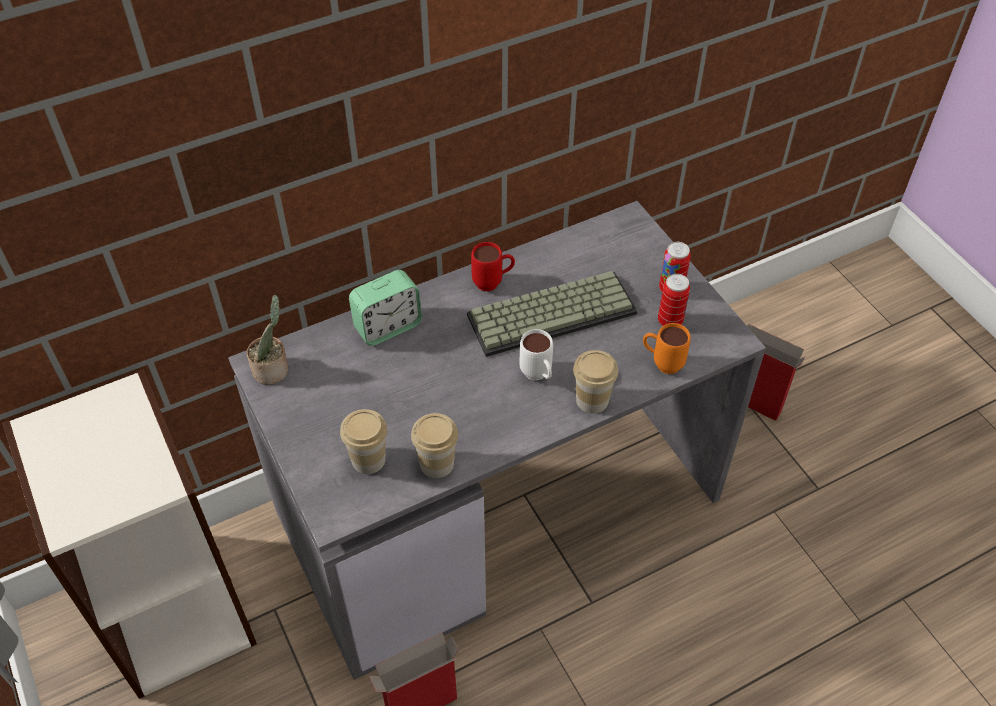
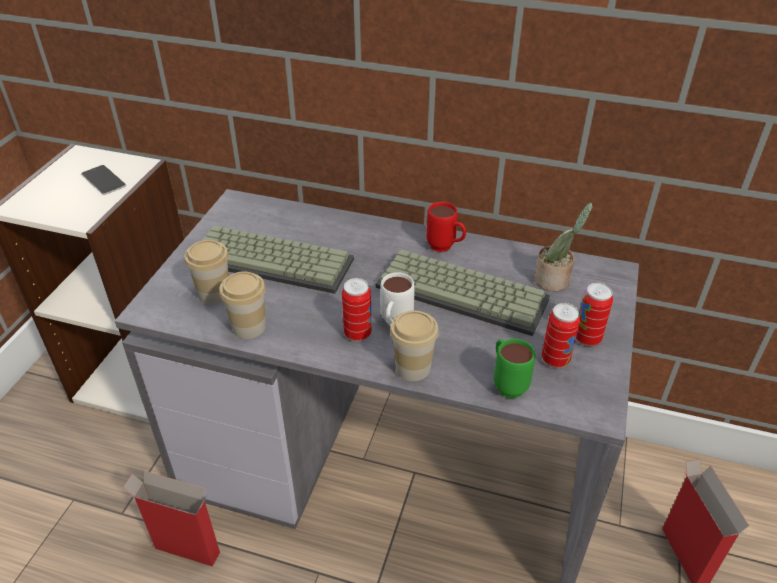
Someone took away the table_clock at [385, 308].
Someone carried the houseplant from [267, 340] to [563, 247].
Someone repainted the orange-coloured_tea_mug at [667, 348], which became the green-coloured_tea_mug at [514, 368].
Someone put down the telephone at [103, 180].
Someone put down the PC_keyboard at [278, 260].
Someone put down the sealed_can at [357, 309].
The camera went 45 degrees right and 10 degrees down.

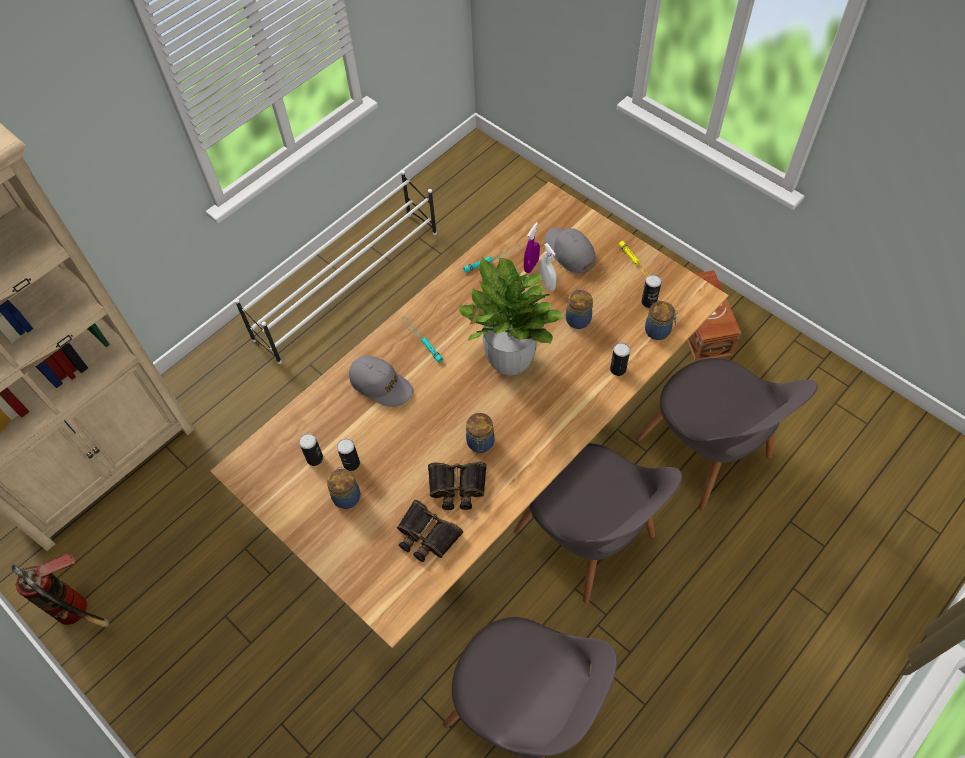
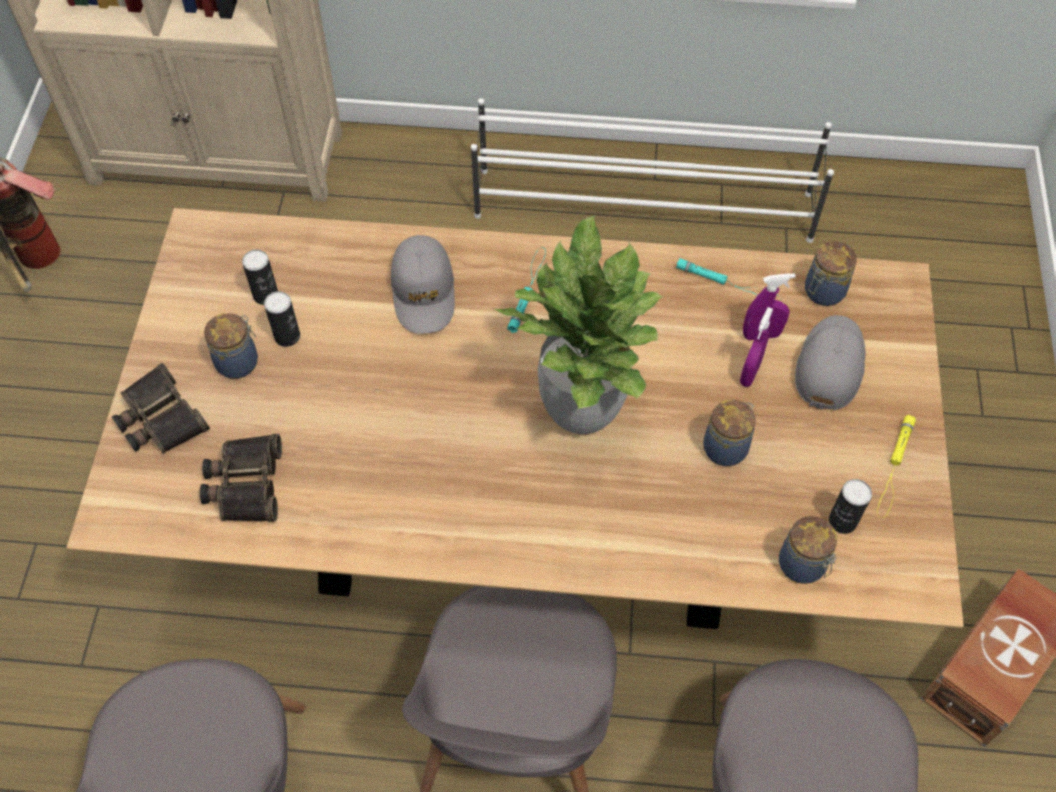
Someone repainted the white_spray_bottle at [548, 267], which became the purple_spray_bottle at [756, 347].
Someone took away the sealed_can at [620, 359].
Someone carried the jar from [480, 433] to [831, 273].
Someone carried the pair_of_binoculars from [457, 486] to [161, 408].
The camera went 50 degrees right and 0 degrees up.

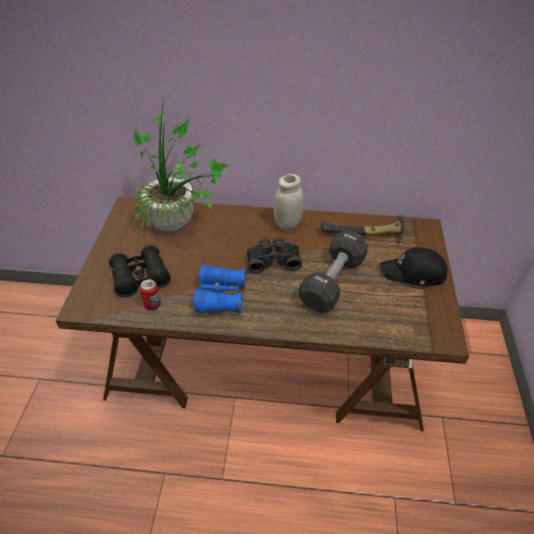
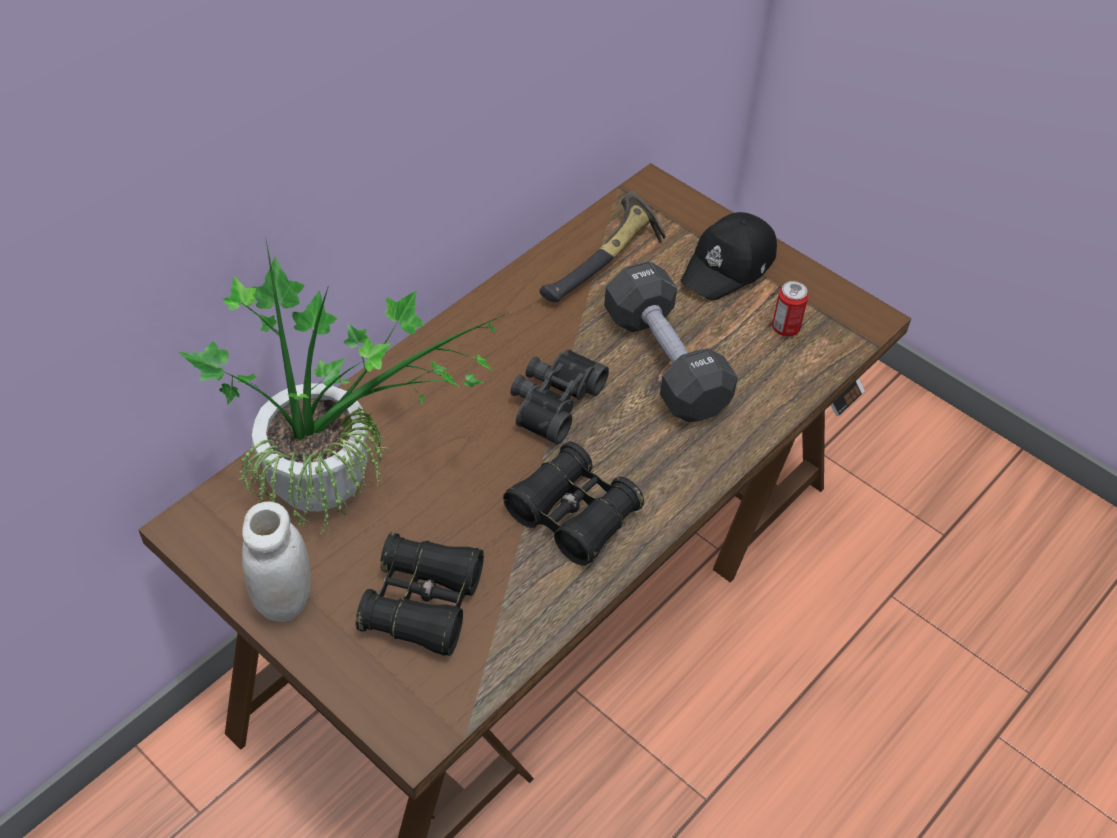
Someone carried the white_jar from [289, 202] to [276, 561].
Someone repainted the blue_pair_of_binoculars at [220, 289], which became the black_pair_of_binoculars at [573, 503].
Someone carried the sealed_can from [150, 294] to [790, 309].
The camera went 55 degrees left and 5 degrees up.

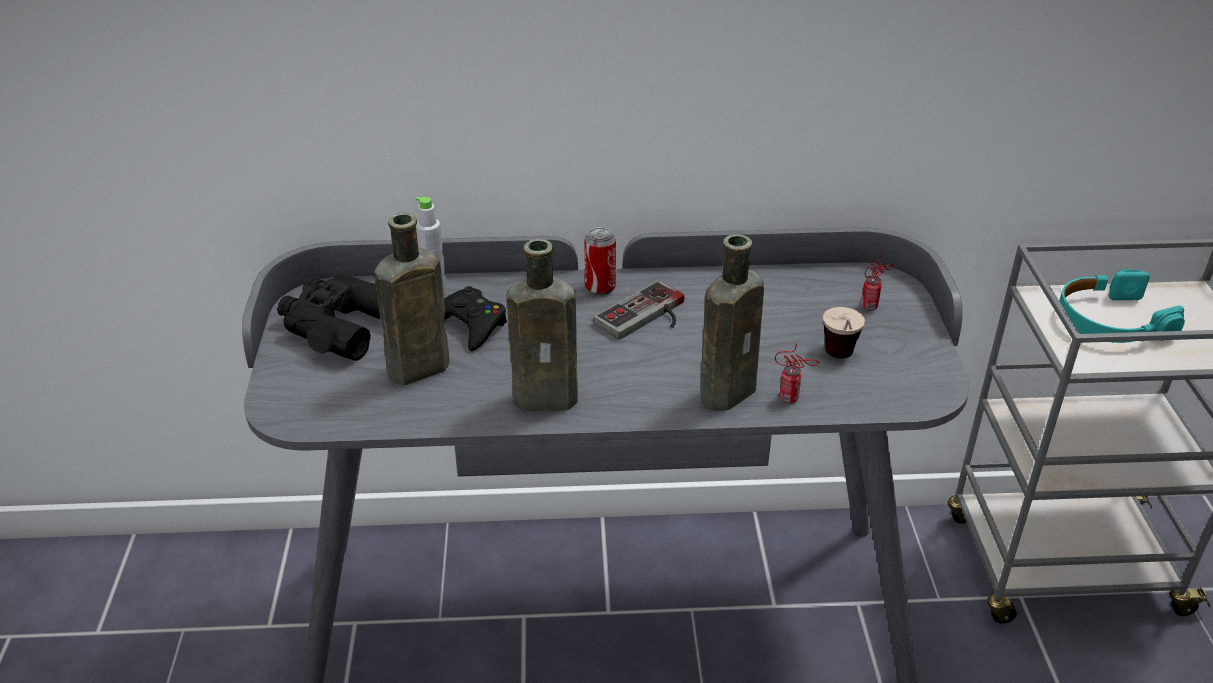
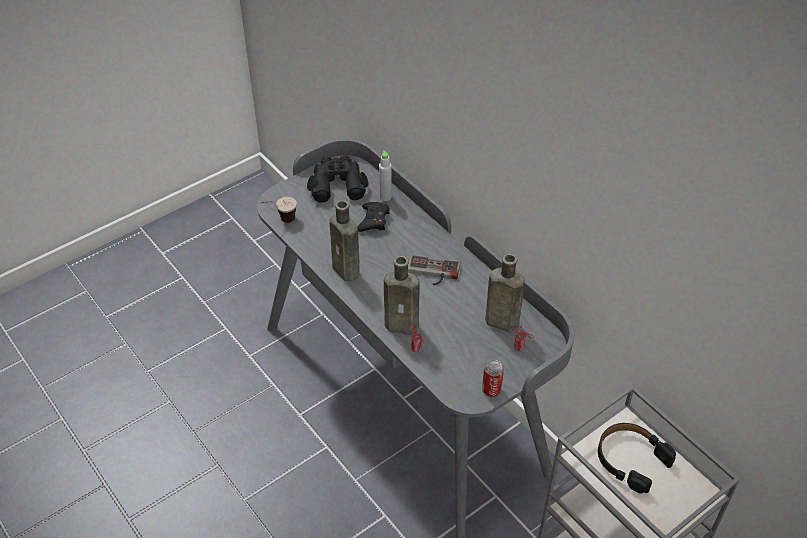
Someone carried the brownish_bottle from [411, 298] to [505, 292].
Someone carried the sealed_can from [600, 261] to [493, 378].
Someone repainted the turquoise-coloured_headset at [1122, 306], which became the black_headset at [637, 458].
Someone carried the drinking_cup from [844, 333] to [278, 210].
The camera went 55 degrees right and 10 degrees up.

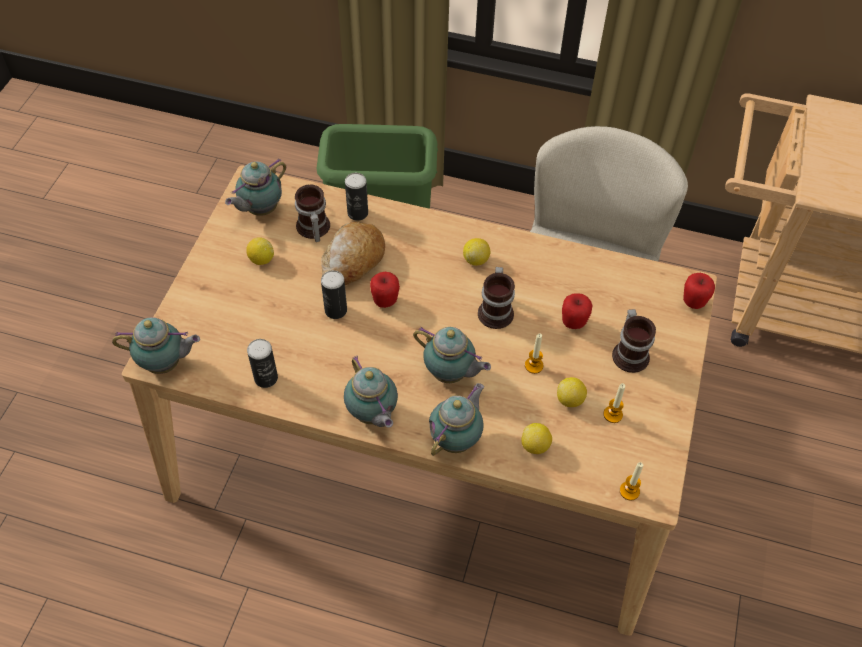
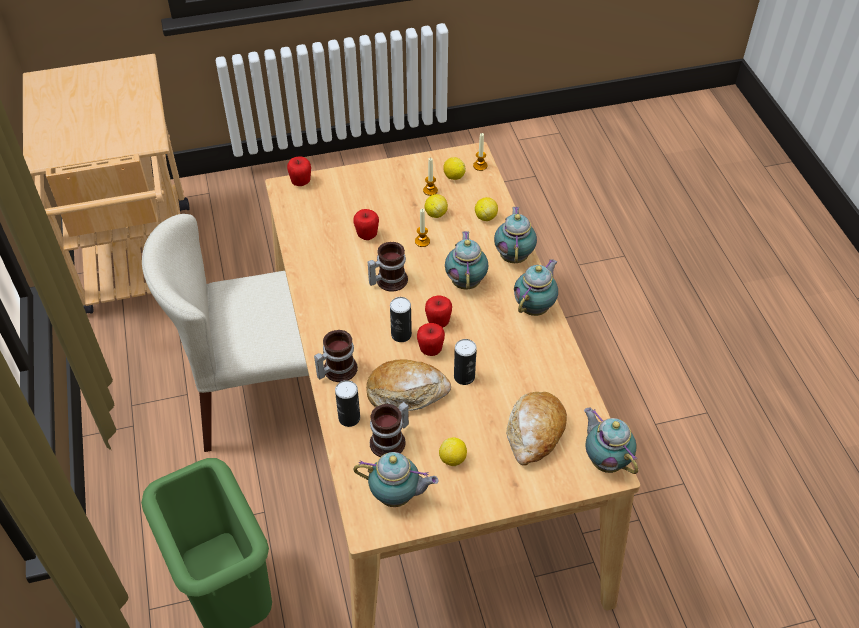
Someone carried the citrus_fruit from [476, 252] to [454, 168].
Someone carried the tea_mug from [634, 341] to [336, 356].
Someone carried the sealed_can from [262, 363] to [401, 319].
Someone rotated the pot_for_tea at [456, 419] by 90 degrees clockwise.
Someone put down the apple_fruit at [438, 311].
Someone put down the bakery_bread at [537, 428].
The camera went 120 degrees left and 5 degrees down.

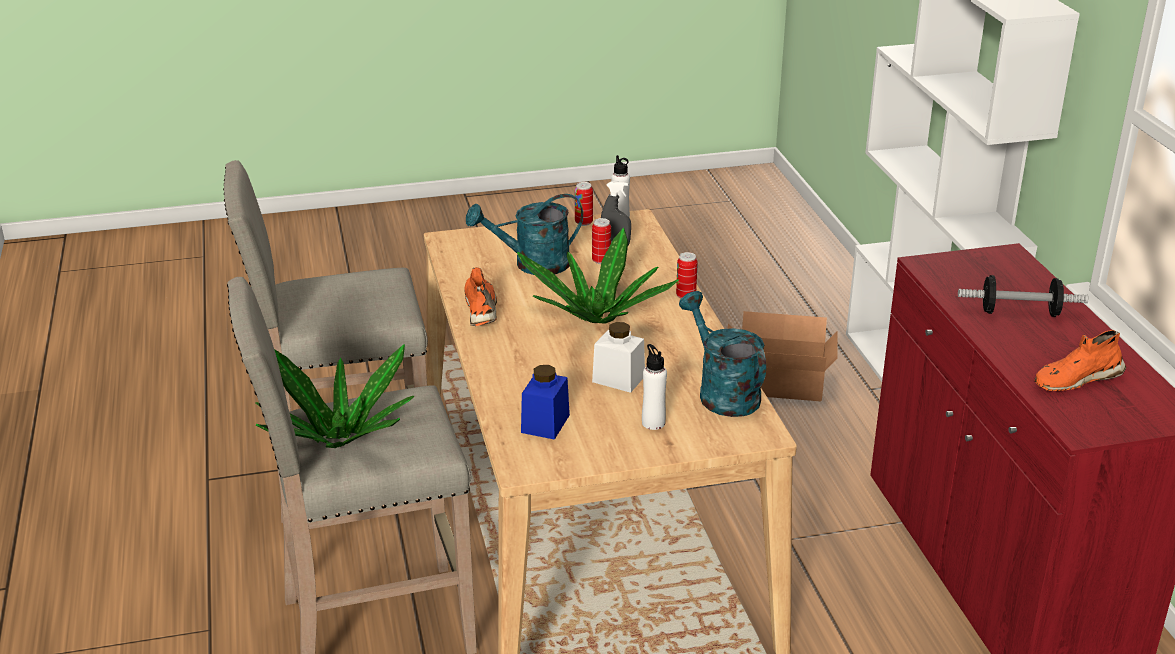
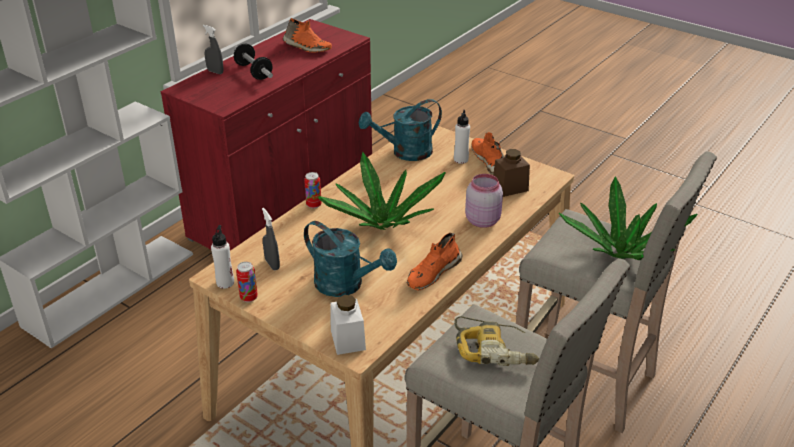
Someone took away the sealed_can at [601, 241].
Someone rotated the turquoise-coloured_watering_can at [722, 354] by 45 degrees clockwise.
Someone took away the carton at [782, 356].
Someone carried the white_jar from [618, 357] to [348, 325].
Someone repainted the blue_jar at [545, 402], which became the brownish_jar at [511, 173].
Someone put down the grey_spray_bottle at [213, 49].
Someone put down the orange-coloured_low_shoe at [488, 153].
Someone put down the pinkish_jar at [484, 201].
Someone put down the power_drill at [496, 341].
The camera went 130 degrees left and 5 degrees up.

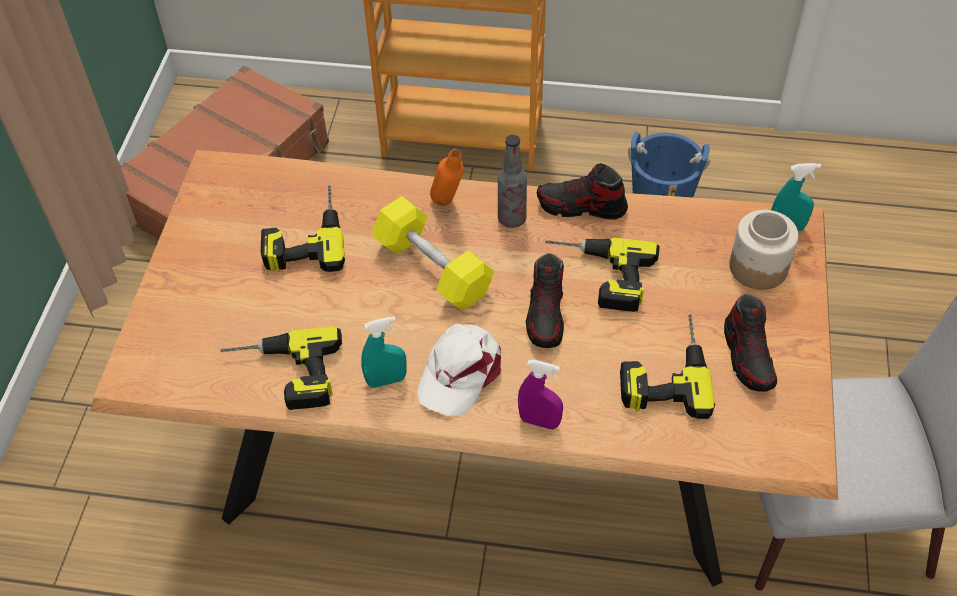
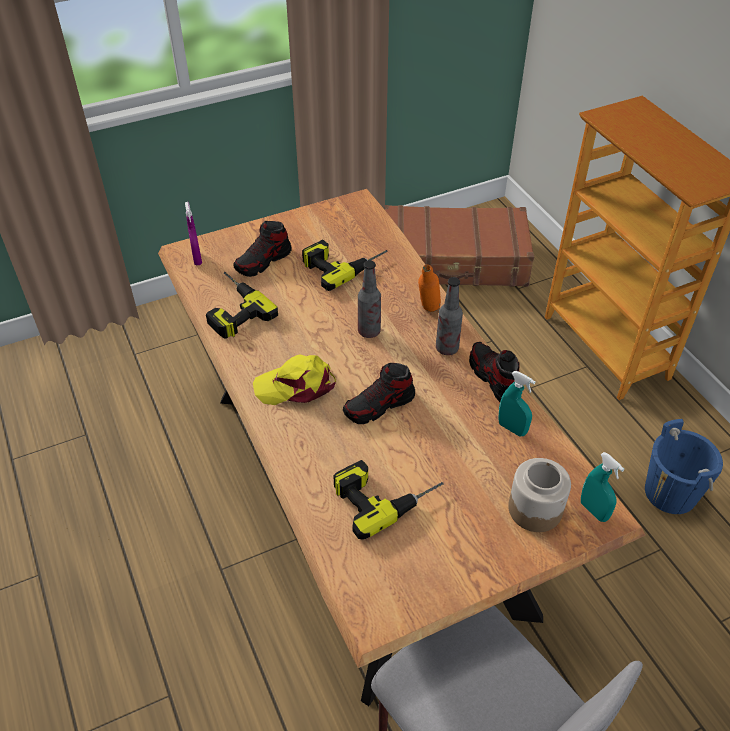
Someone swapped the yellow-coloured_hand_weight at [432, 253] for the bottle at [369, 299].
Someone took away the power_drill at [602, 275].
Someone carried the low_shoe from [750, 343] to [262, 249].
Someone carried the turquoise-coloured_spray_bottle from [384, 352] to [517, 403].
Someone repainted the white_cap at [459, 370], which became the yellow-coloured_cap at [294, 379].
Someone carried the purple_spray_bottle from [540, 395] to [193, 233].
The camera went 55 degrees right and 5 degrees down.

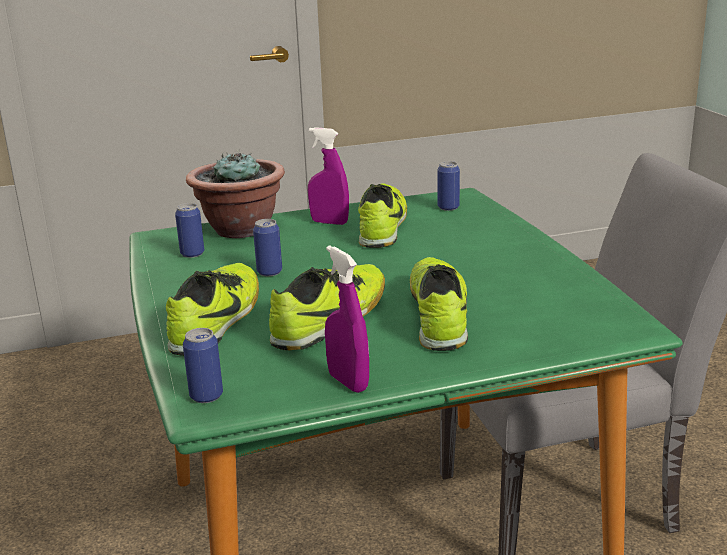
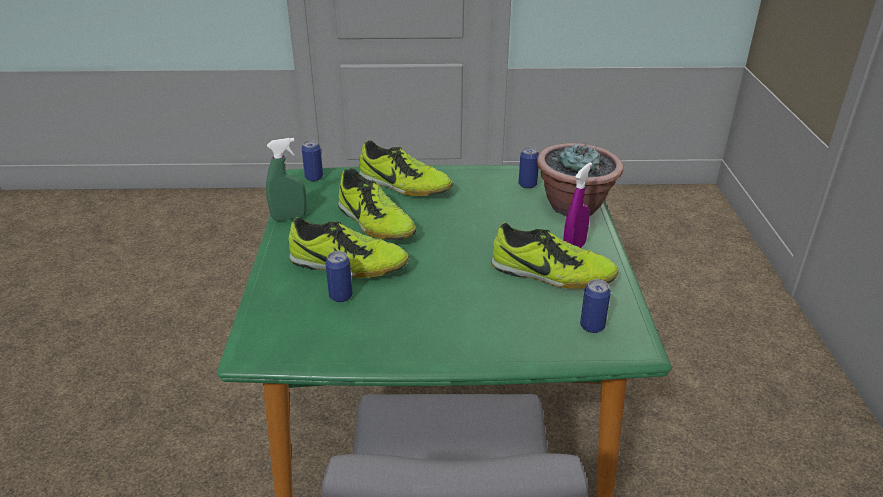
Someone carried the sealed_can from [267, 247] to [339, 276].
Someone repainted the purple_spray_bottle at [347, 319], which became the green-coloured_spray_bottle at [286, 179].
The camera went 105 degrees right and 10 degrees up.

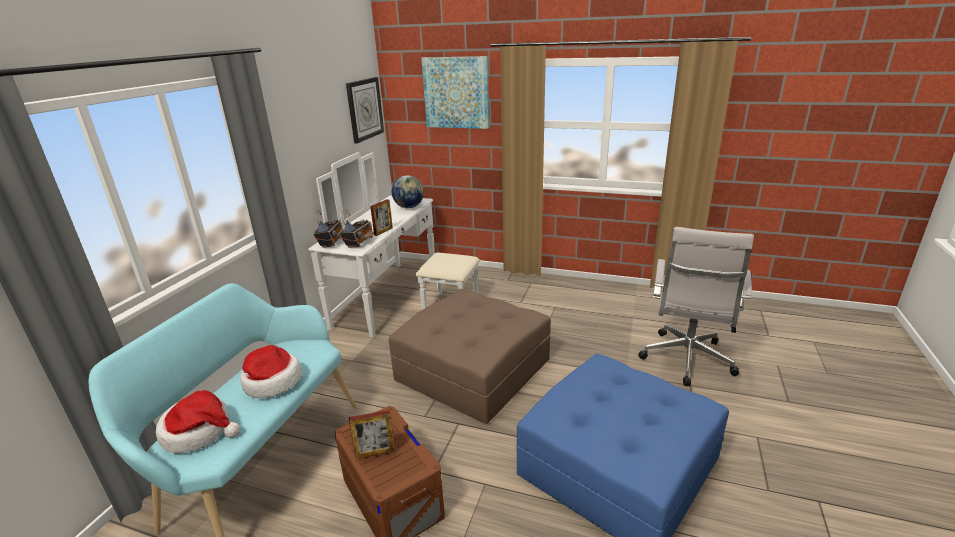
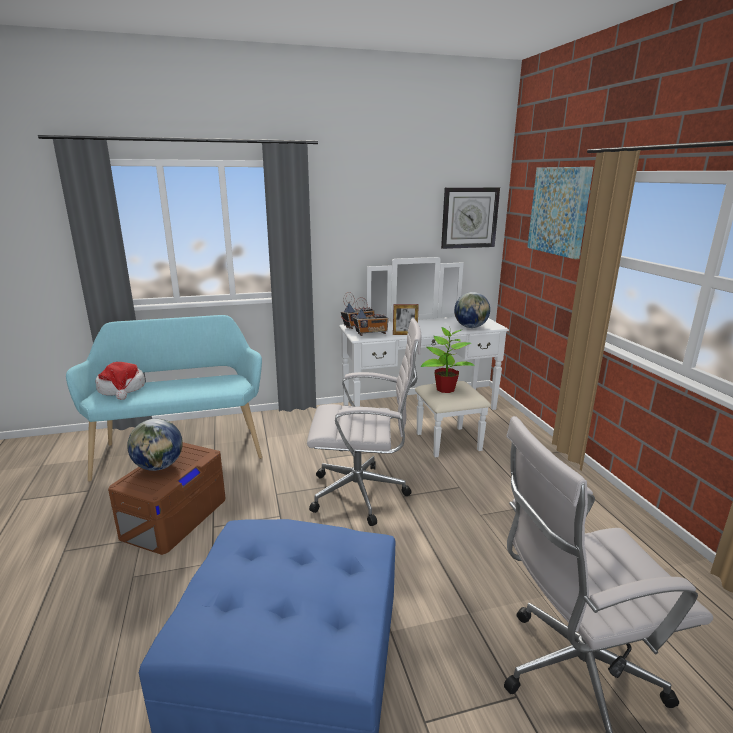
Someone swapped the brownish_pouffe at [470, 356] for the white_desk_chair at [364, 422].
Someone took away the hat at [271, 371].
Someone swapped the picture_frame at [372, 434] for the globe at [155, 445].
Someone put down the houseplant at [448, 359].
The camera went 55 degrees right and 5 degrees down.

